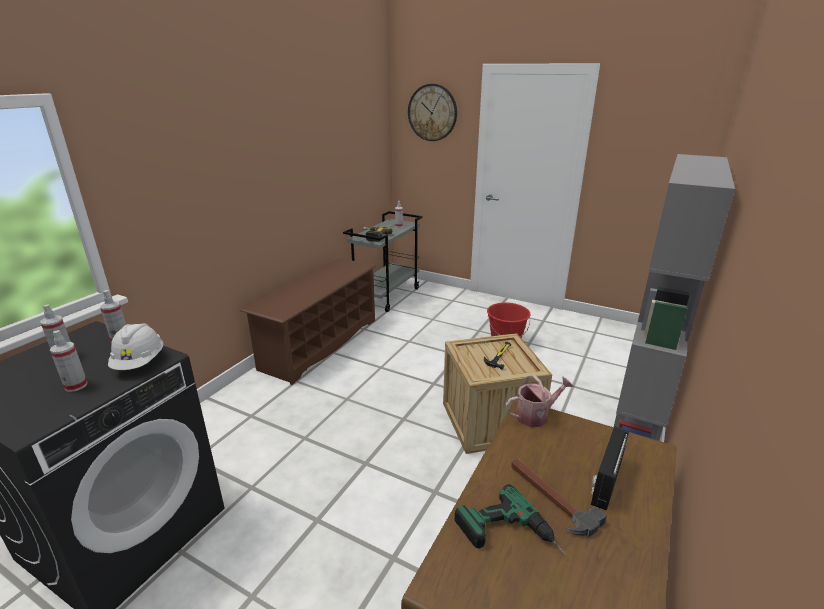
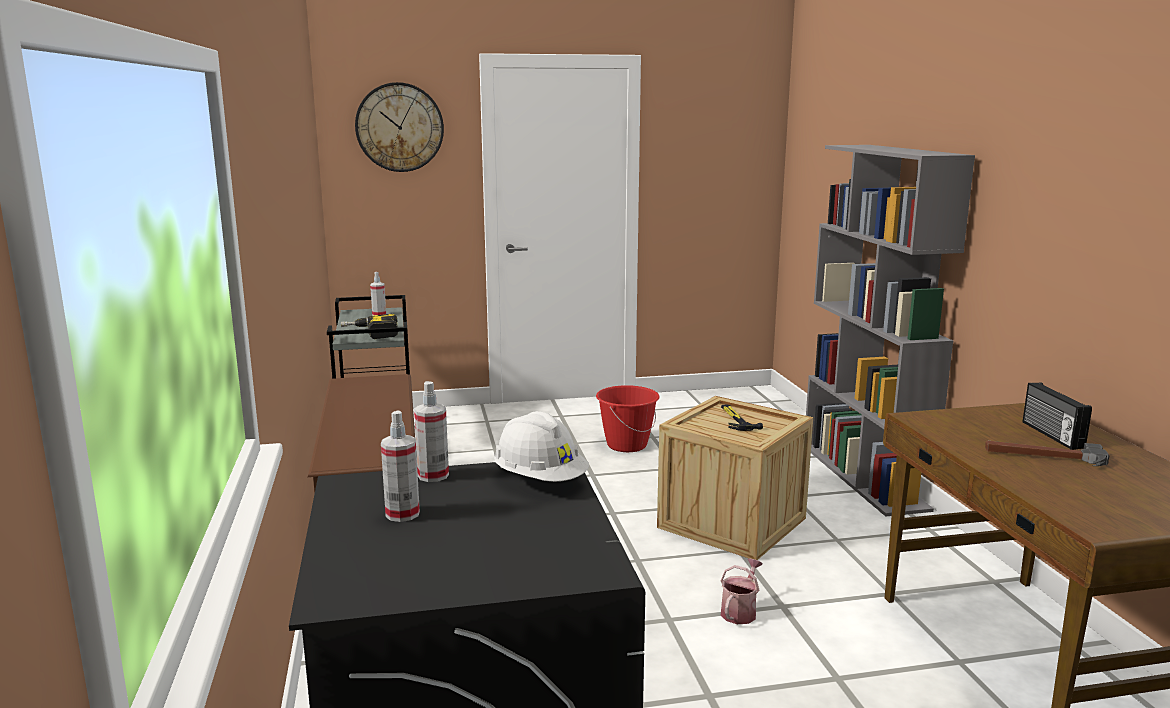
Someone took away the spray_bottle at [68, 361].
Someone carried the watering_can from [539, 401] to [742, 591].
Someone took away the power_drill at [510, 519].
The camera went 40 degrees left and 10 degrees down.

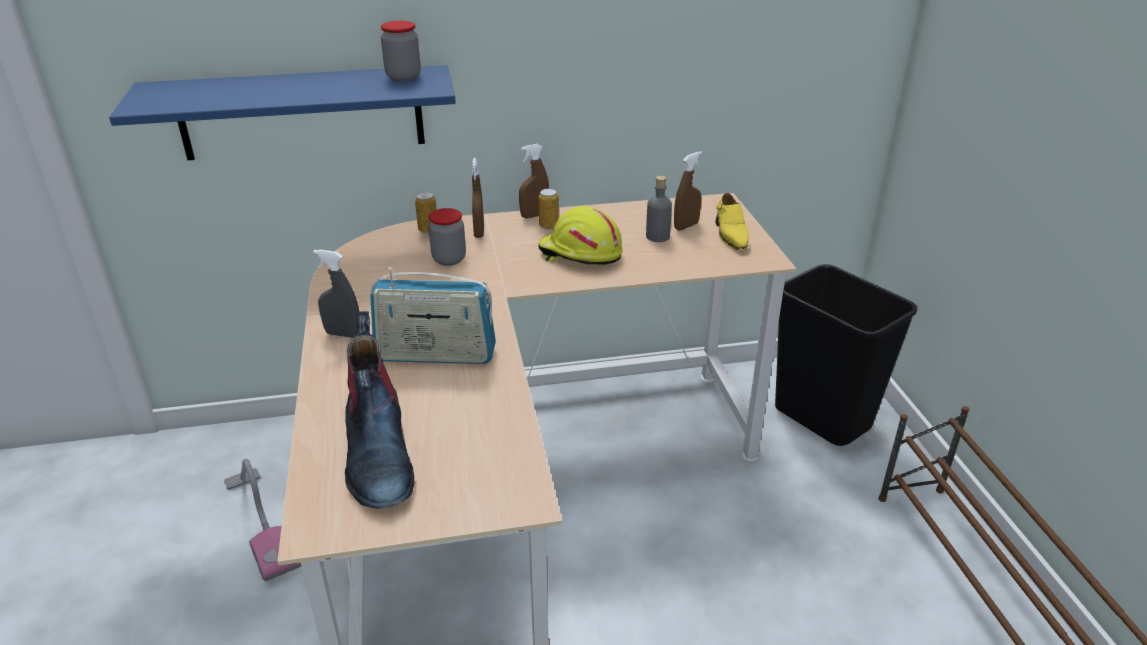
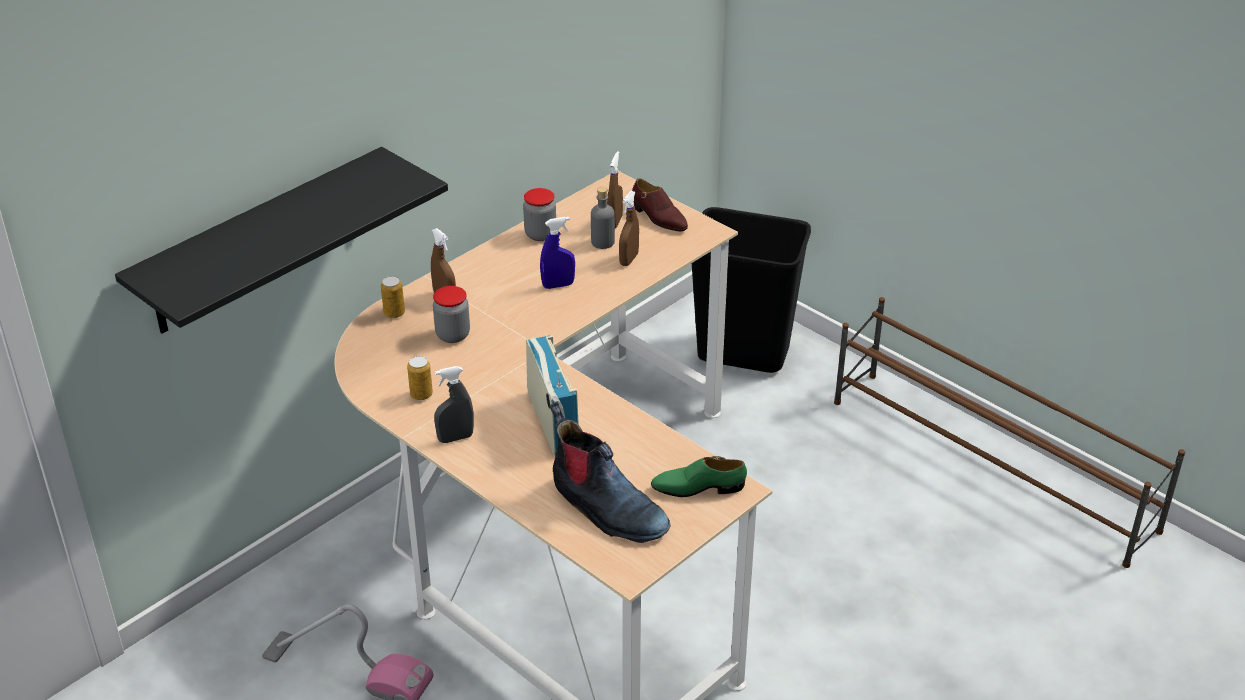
Someone carried the jar from [401, 51] to [539, 214].
Someone repainted the blue_wall_shelf at [282, 112], which became the black_wall_shelf at [281, 240].
Someone carried the brownish_spray_bottle from [534, 181] to [629, 228].
Someone carried the sealed_can from [548, 209] to [420, 378].
Someone repainted the yellow-coloured_low_shoe at [732, 221], which became the brownish_low_shoe at [660, 205].
Someone swapped the yellow-coloured_work_helmet at [580, 235] for the blue_spray_bottle at [557, 253].
Someone rotated the radio_set at [433, 315] by 75 degrees counterclockwise.
Someone put down the green-coloured_low_shoe at [699, 476].
The camera went 35 degrees left and 5 degrees up.

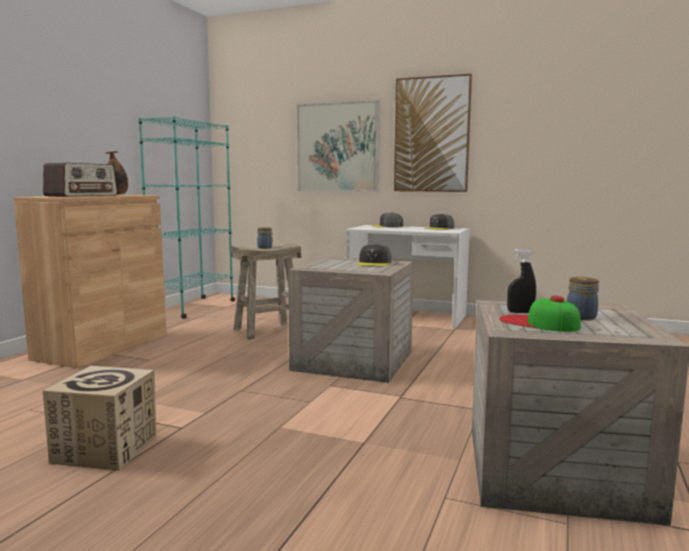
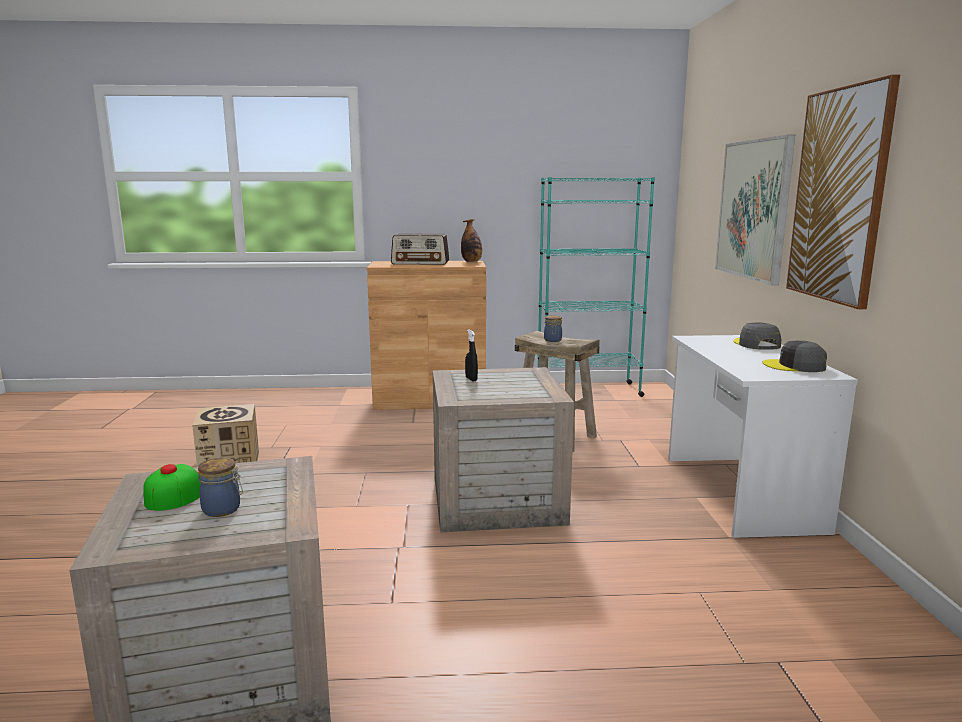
Someone took away the grey_cap at [374, 255].
Someone carried the black_spray_bottle from [521, 281] to [471, 355].
The camera went 65 degrees right and 5 degrees up.

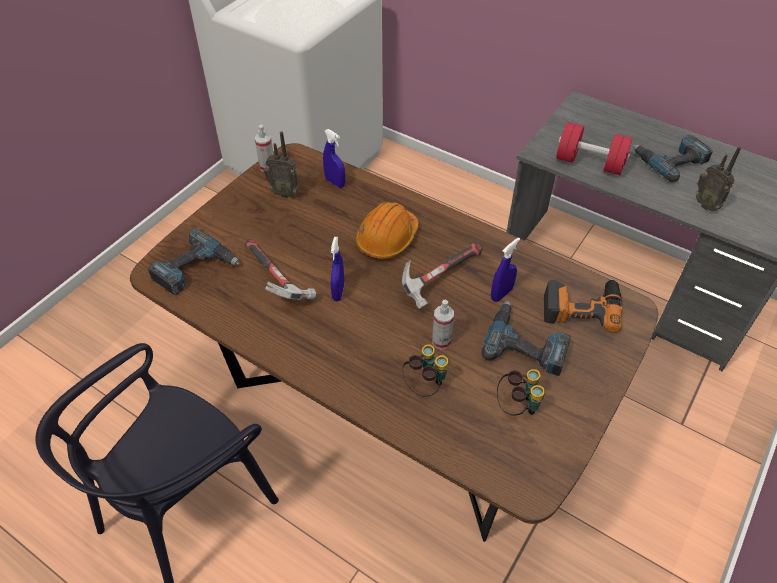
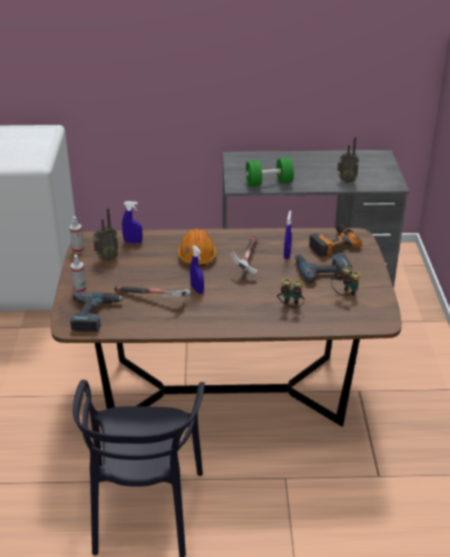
Someone repainted the red-coloured_hand_weight at [594, 148], which became the green-coloured_hand_weight at [270, 171].
Someone took away the power_drill at [673, 158].
Someone carried the spray_bottle from [443, 324] to [78, 274].
The camera went 35 degrees left and 15 degrees down.

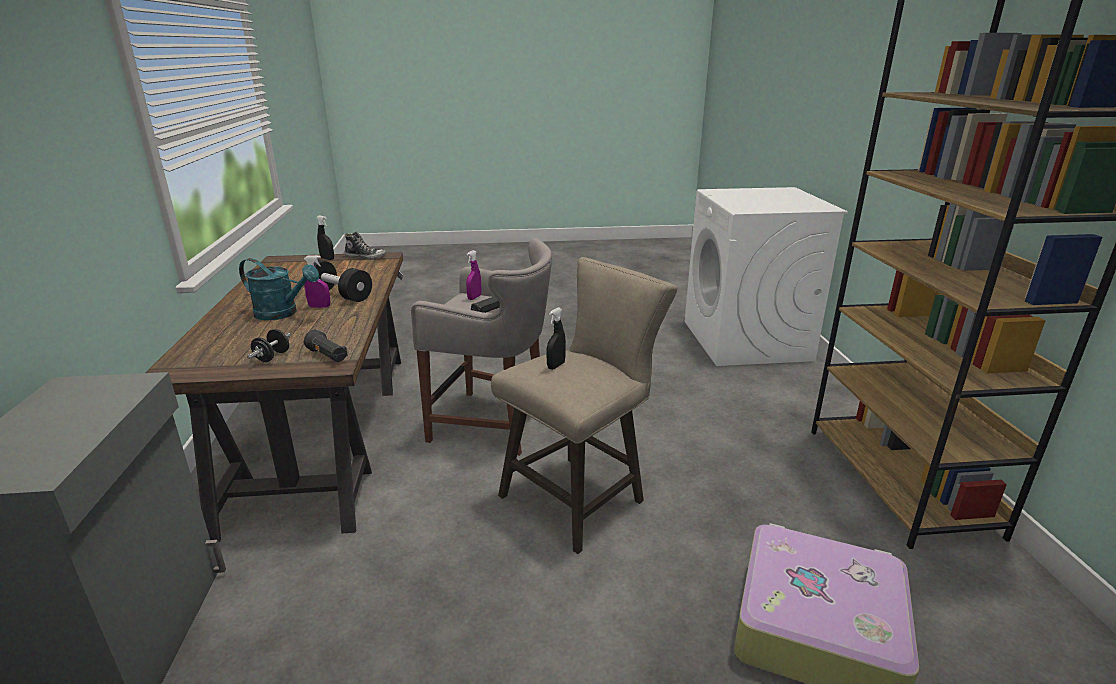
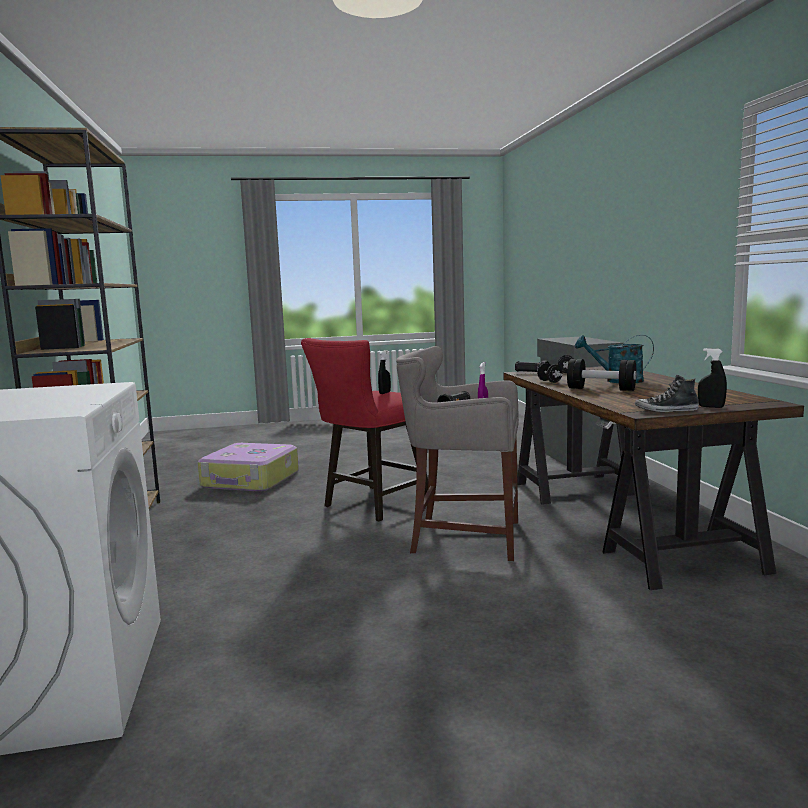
Someone took away the purple_spray_bottle at [317, 281].
Someone repainted the beige_stool_seat at [584, 405], which became the red-coloured_stool_seat at [364, 429].
Someone put down the black_hand_weight at [550, 373].
The camera went 175 degrees right and 15 degrees down.

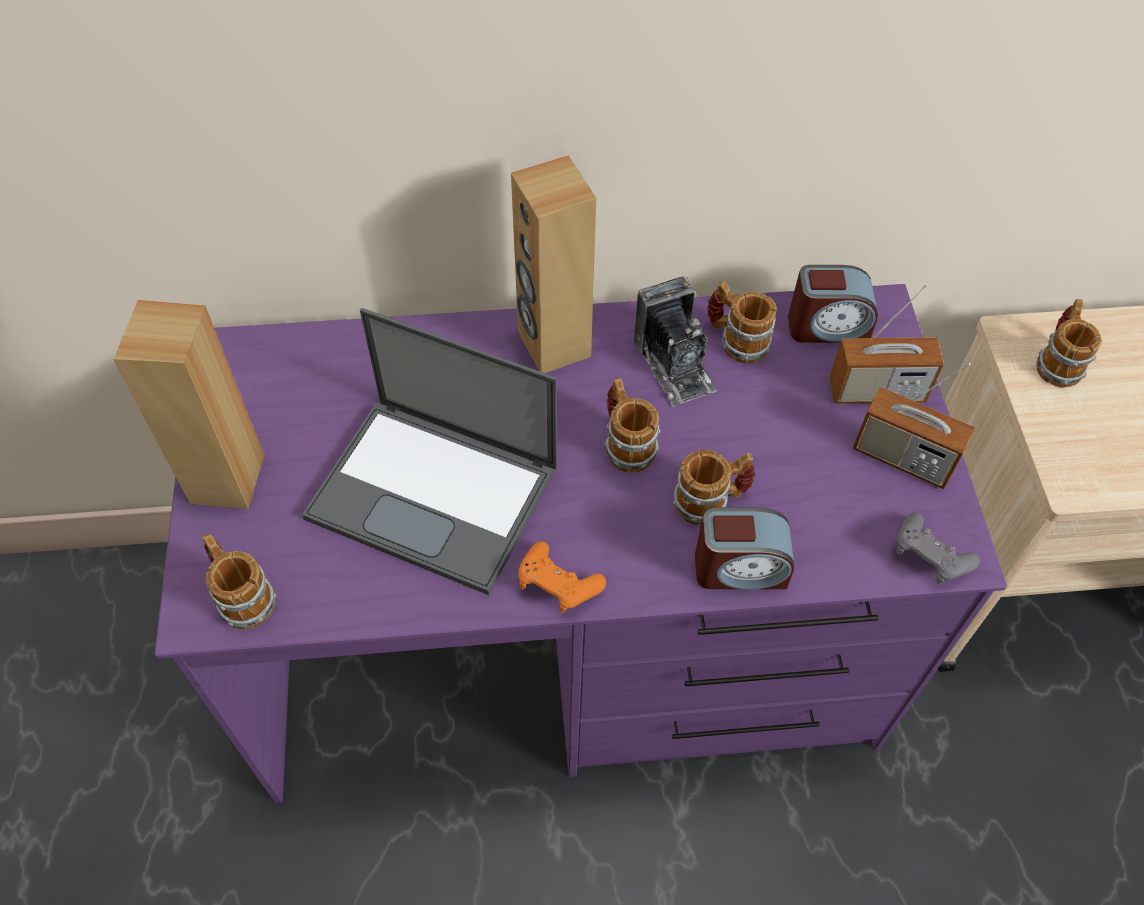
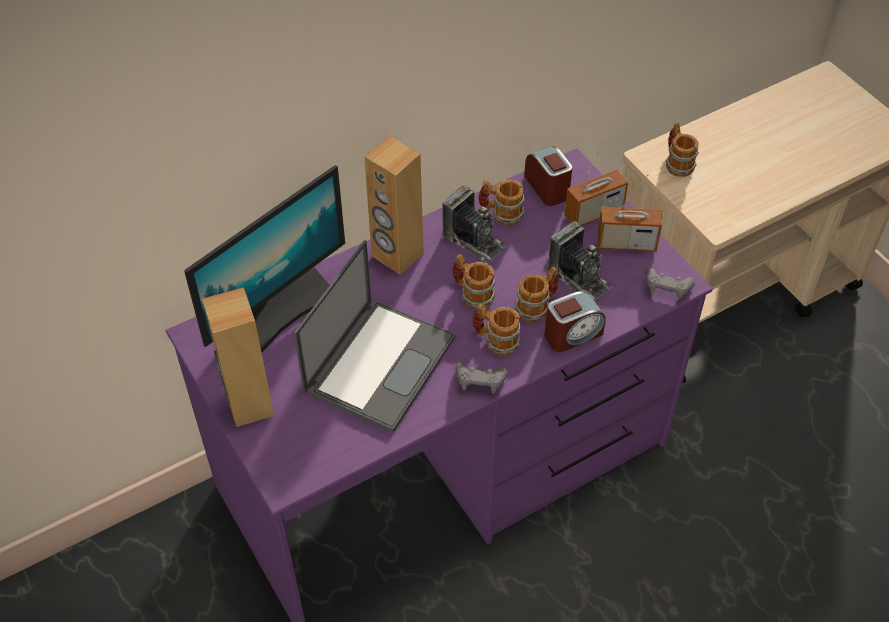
Someone rotated the table_clock at [833, 304] by 90 degrees counterclockwise.
Someone rotated the portable_computer at [429, 451] by 60 degrees counterclockwise.
Someone carried the tea_mug from [239, 582] to [496, 330].
Someone repainted the orange-coloured_gamepad at [562, 577], which became the grey_gamepad at [481, 378].
Someone put down the monitor at [264, 258].
Someone put down the still_camera at [580, 261].
The camera went 25 degrees left and 5 degrees down.

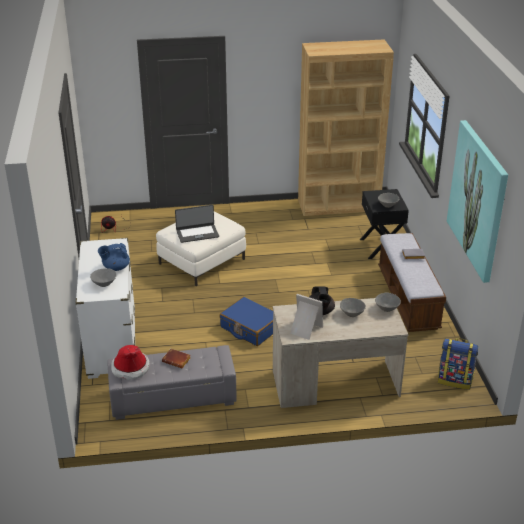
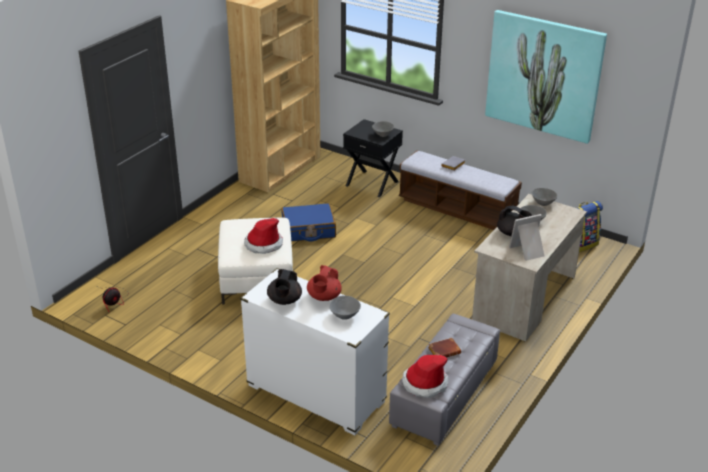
Someone swapped the portable_computer at [197, 224] for the hat at [263, 236].
Someone repainted the blue_pot_for_tea at [114, 257], which became the red-coloured_pot_for_tea at [324, 283].
Someone carried the blue_piece_of_luggage from [246, 321] to [308, 222].
Someone put down the black_pot_for_tea at [284, 287].
The camera went 50 degrees left and 0 degrees up.

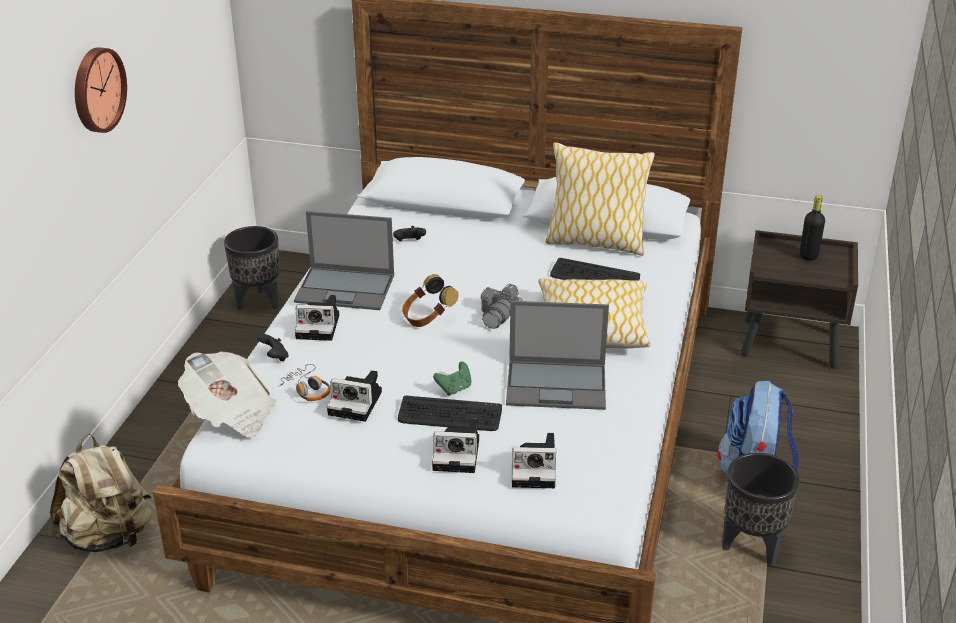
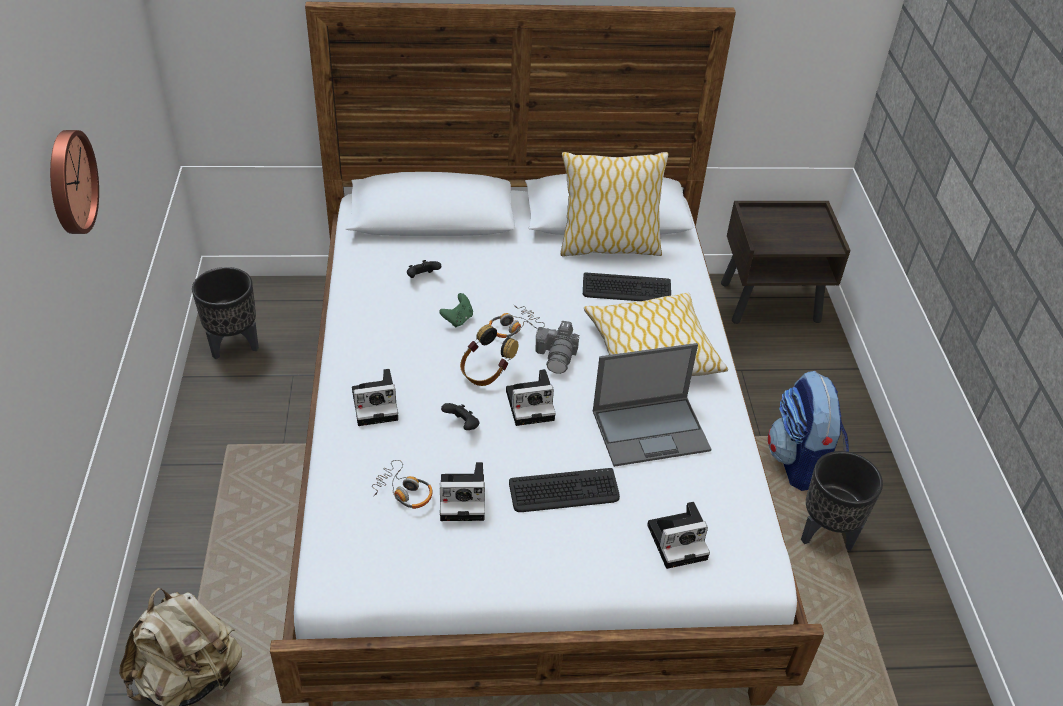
Someone took away the black_bottle at [812, 228].
Someone took away the portable_computer at [344, 260].
Someone carried the black_gamepad from [273, 348] to [460, 416].
Someone took away the daily_paper at [227, 394].
Someone carried the green-coloured_gamepad from [452, 378] to [456, 310].
Someone carried the still_camera from [455, 445] to [531, 397].
Someone put down the headset at [517, 321].
The camera went 20 degrees left and 10 degrees up.

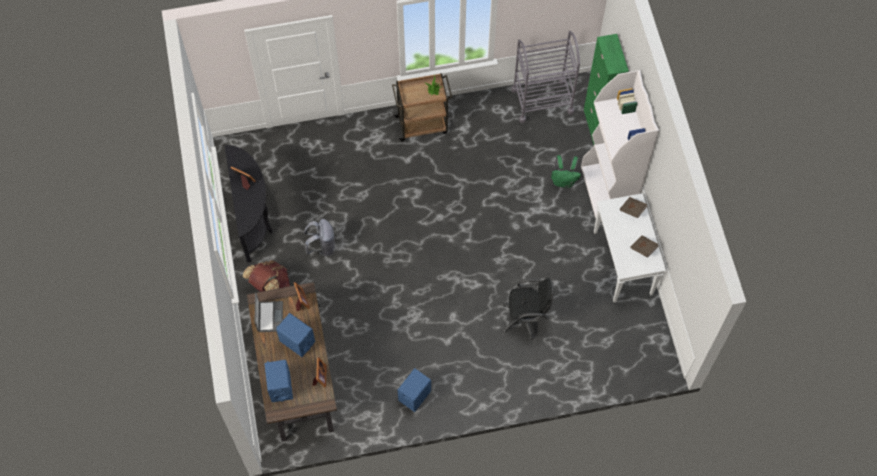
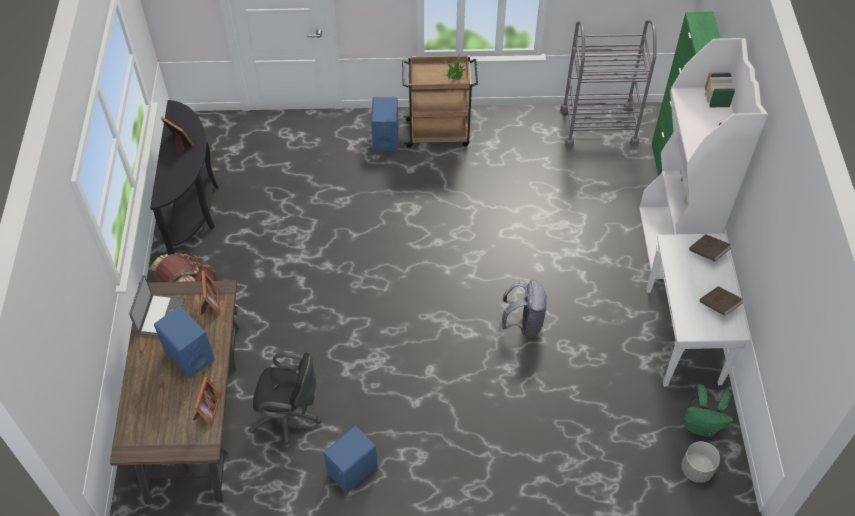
Someone carried the green-coloured_rucksack from [566, 171] to [708, 410].
Someone carried the grey_rucksack from [319, 237] to [524, 308].
Someone carried the black_desk_chair from [528, 308] to [285, 400].
Someone carried the blue_speaker from [278, 381] to [385, 124].
Someone put down the grey_flower_pot at [700, 462].
The camera went 10 degrees right and 10 degrees down.

